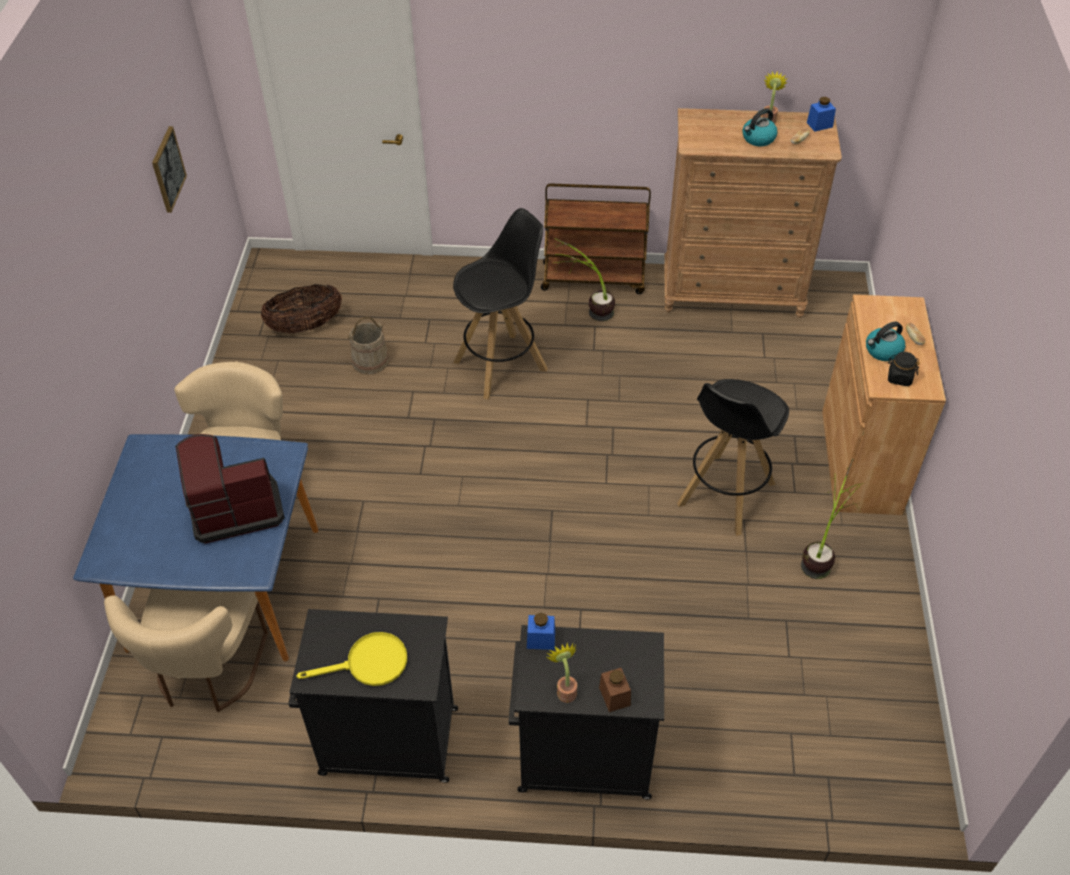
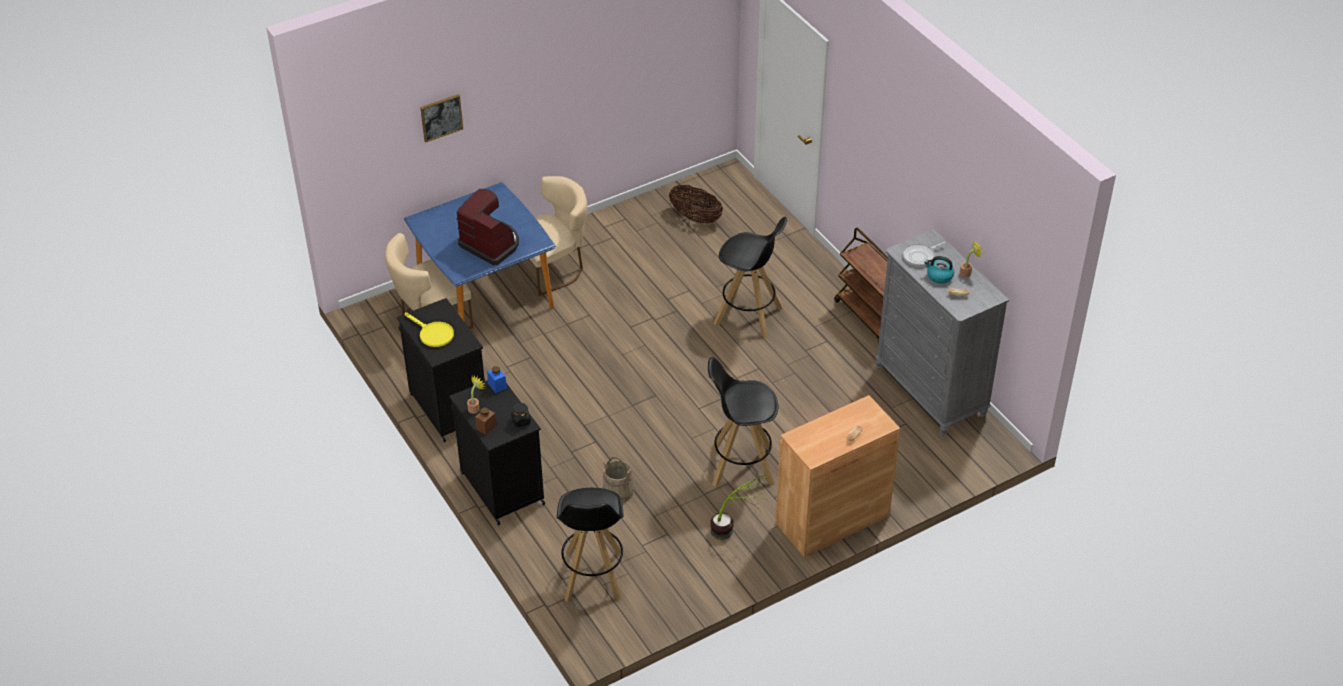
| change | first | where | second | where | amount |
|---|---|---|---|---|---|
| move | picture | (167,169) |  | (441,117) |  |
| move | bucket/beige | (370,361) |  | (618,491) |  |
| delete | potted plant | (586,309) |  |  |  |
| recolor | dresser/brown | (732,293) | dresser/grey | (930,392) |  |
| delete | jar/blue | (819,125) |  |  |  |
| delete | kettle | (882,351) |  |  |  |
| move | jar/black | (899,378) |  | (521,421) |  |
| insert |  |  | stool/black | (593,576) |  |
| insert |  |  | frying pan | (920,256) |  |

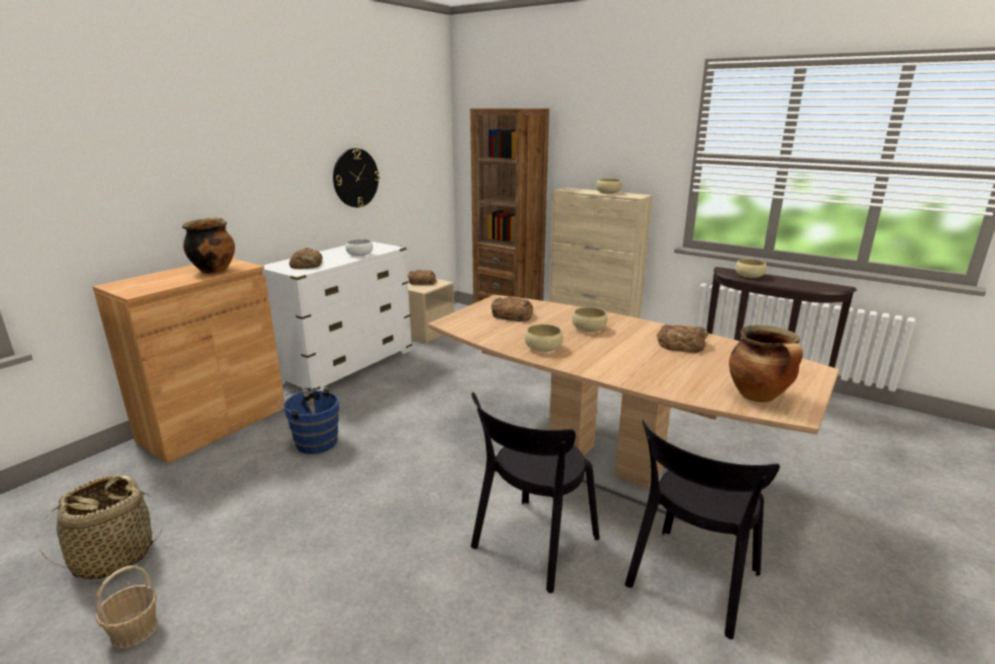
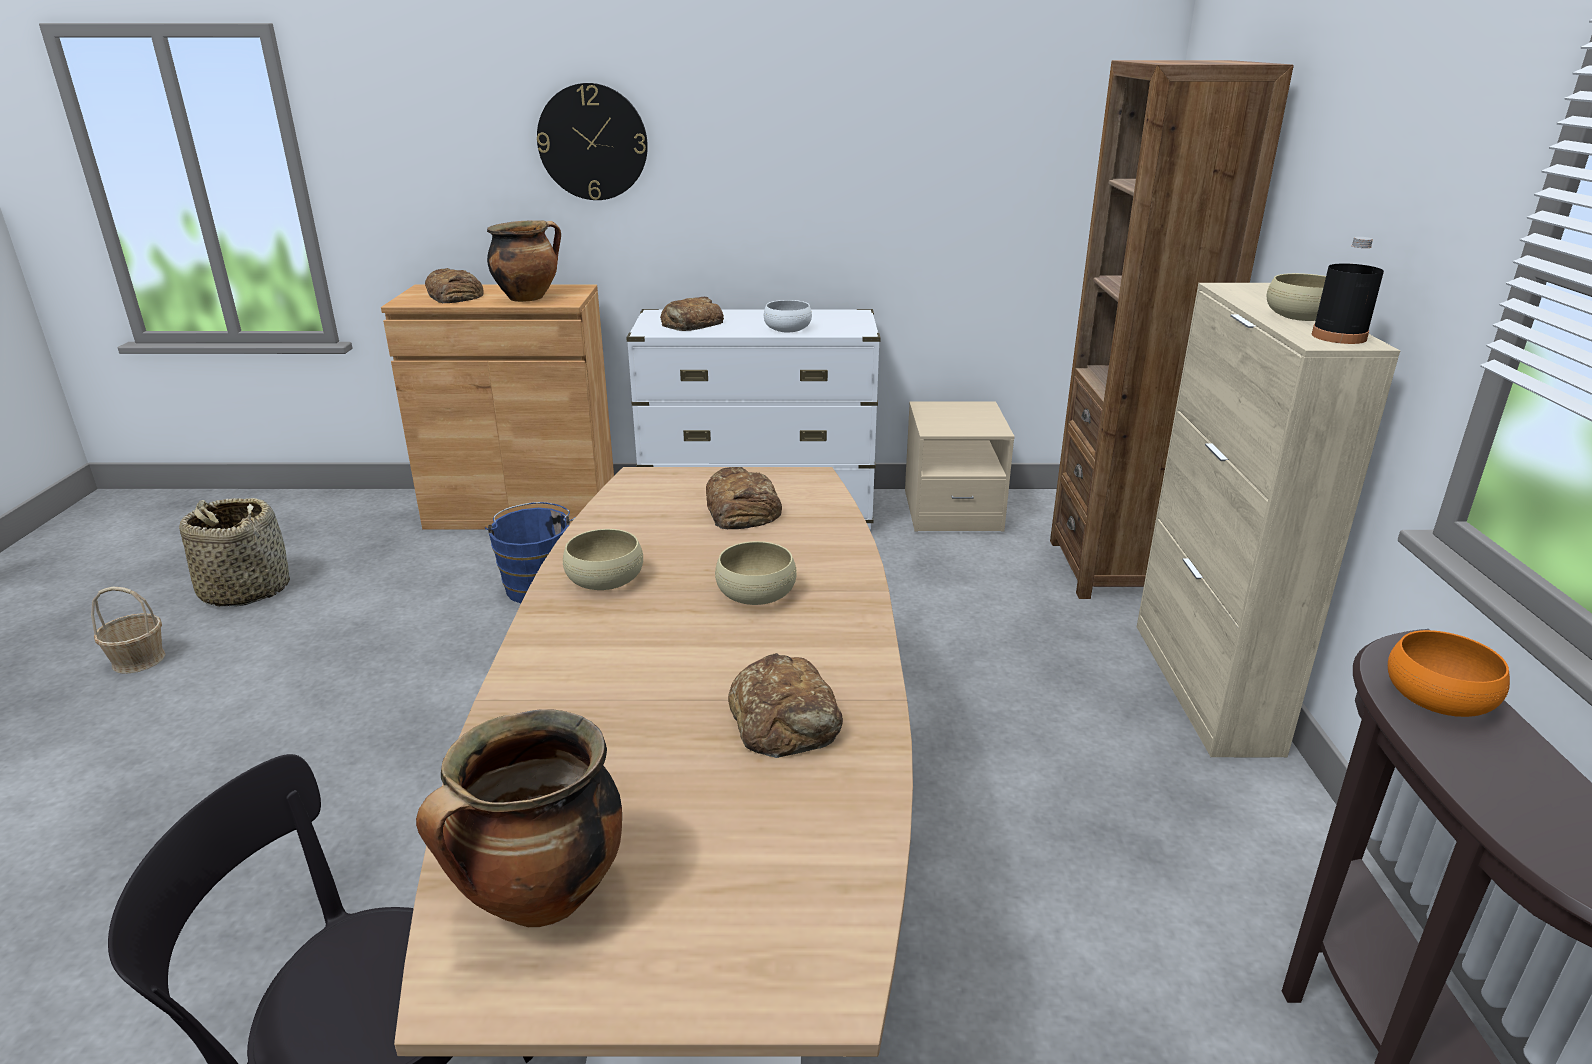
| change | first | where | second | where | amount |
|---|---|---|---|---|---|
| move | wall clock | (355,178) |  | (592,142) |  |
| move | bread | (422,281) |  | (454,295) |  |
| delete | chair/black | (532,546) |  |  |  |
| recolor | bowl/beige | (749,276) | bowl/orange | (1437,698) |  |
| insert |  |  | bottle/black | (1338,336) |  |

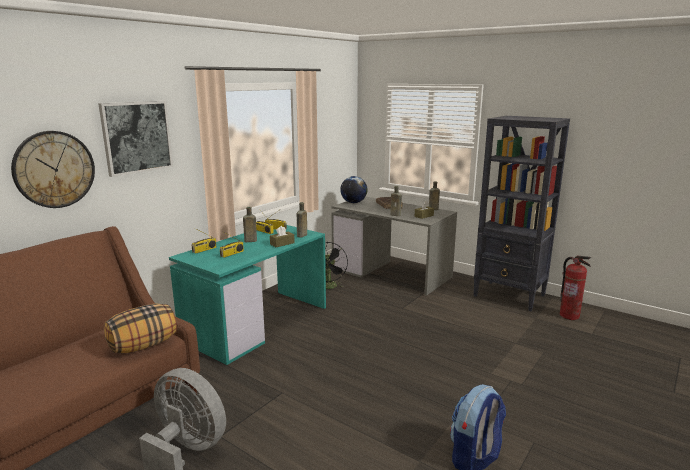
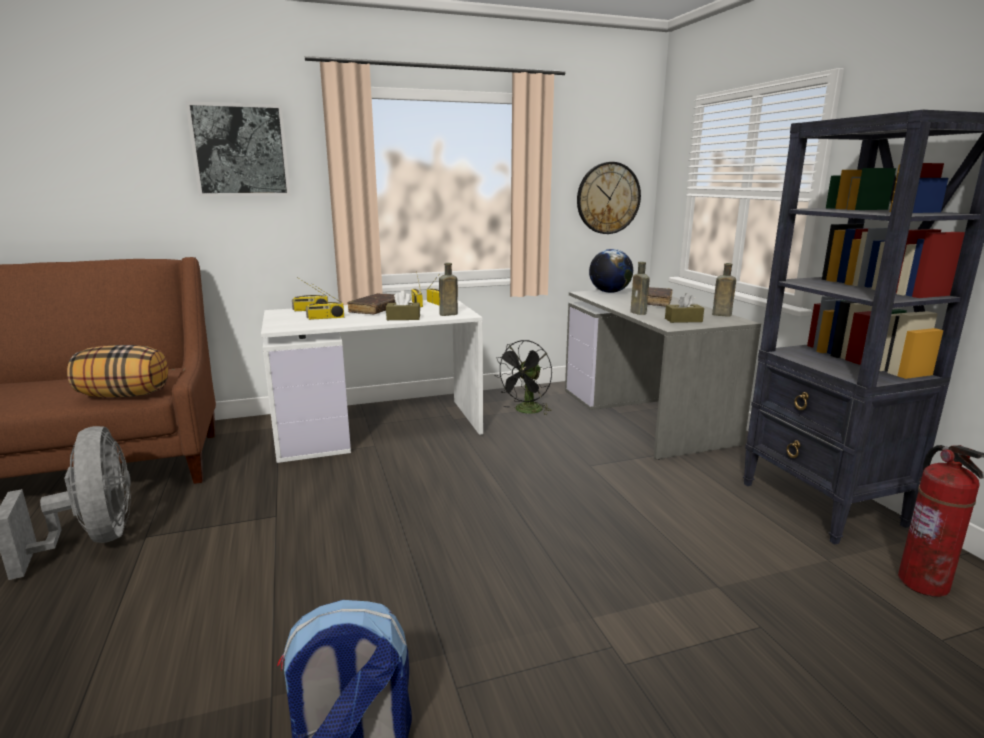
| change | first | where | second | where | amount |
|---|---|---|---|---|---|
| move | wall clock | (54,169) |  | (608,198) |  |
| recolor | desk/turquoise | (257,323) | desk/white | (379,428) |  |
| replace | bottle/brown | (249,241) | book/brown | (376,310) |  |

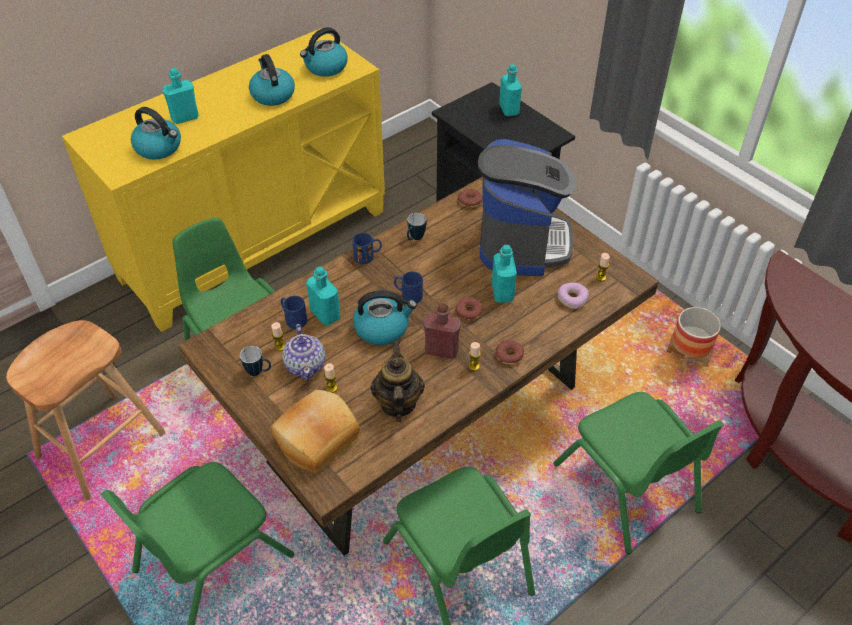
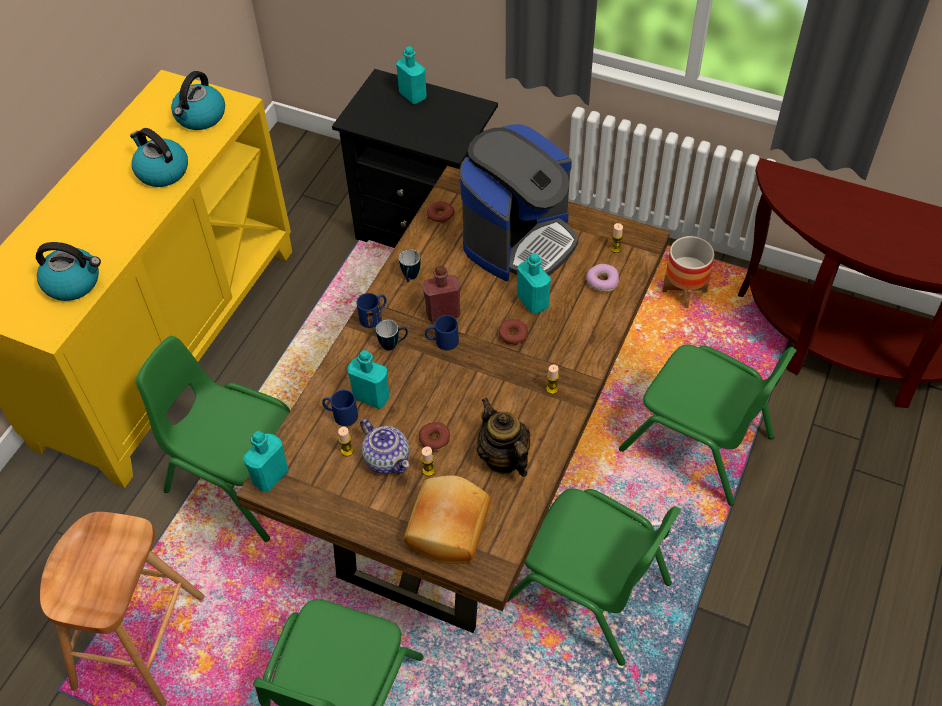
| change | first | where | second | where | amount |
|---|---|---|---|---|---|
| move | bottle/turquoise | (185,117) |  | (270,476) |  |
| move | mug | (258,372) |  | (393,344) |  |
| delete | kettle | (382,328) |  |  |  |
| move | bottle/red | (441,350) |  | (443,313) |  |
| rotate | coffee machine | (522,242) |  | (519,240) | 60 degrees clockwise |
| move | donut | (509,355) |  | (434,439) |  |

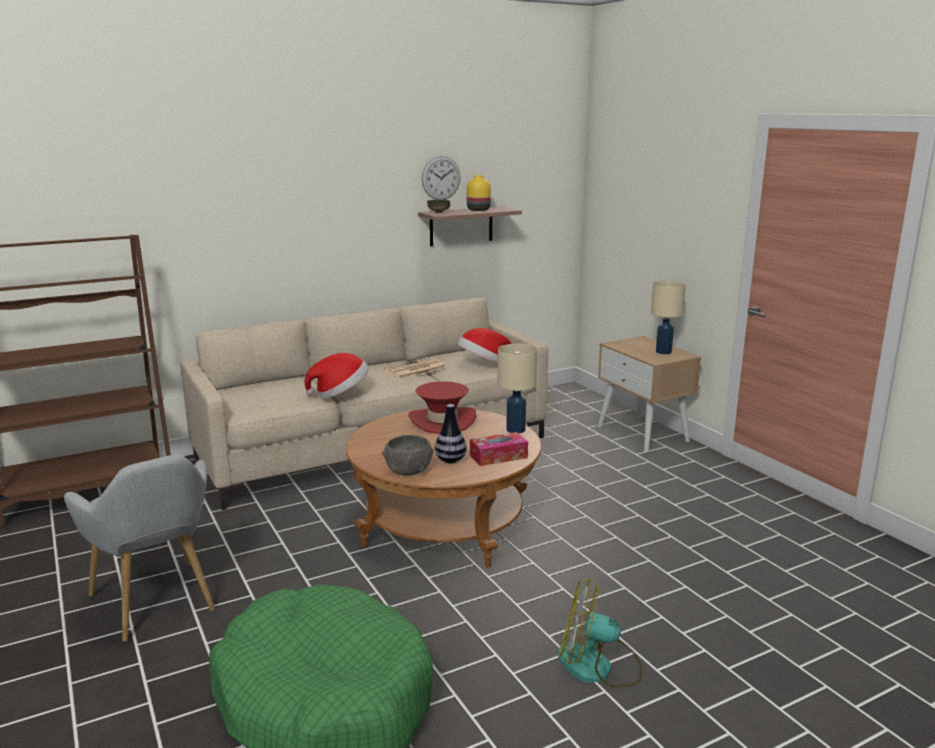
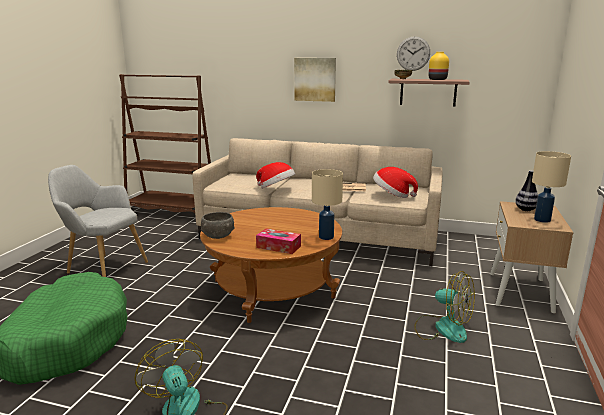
| change | first | where | second | where | amount |
|---|---|---|---|---|---|
| rotate | armchair/grey | (157,606) |  | (103,267) | 105 degrees clockwise |
| delete | hat/red | (442,421) |  |  |  |
| move | vase | (450,460) |  | (526,210) |  |
| insert |  |  | picture | (315,79) |  |
| insert |  |  | fan | (442,328) |  |

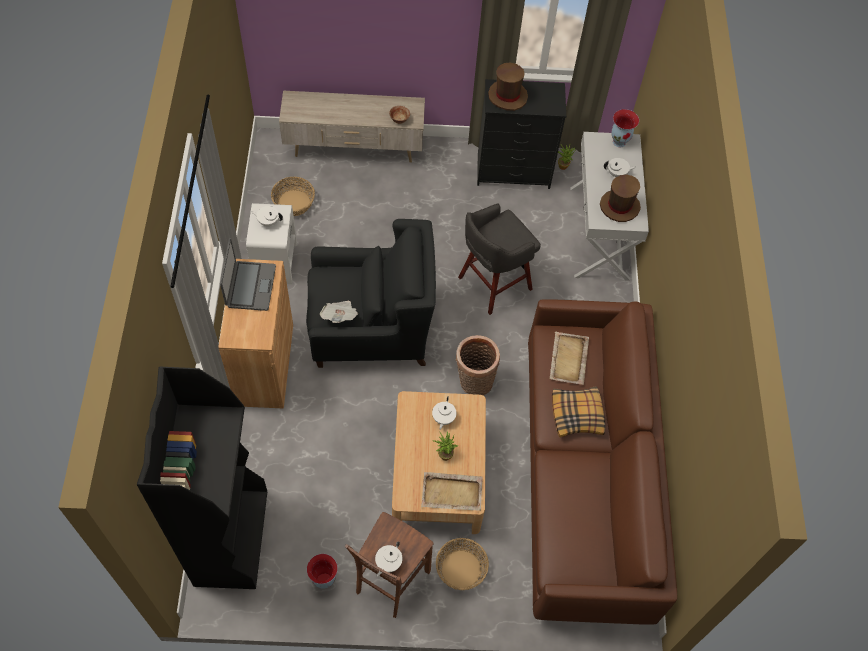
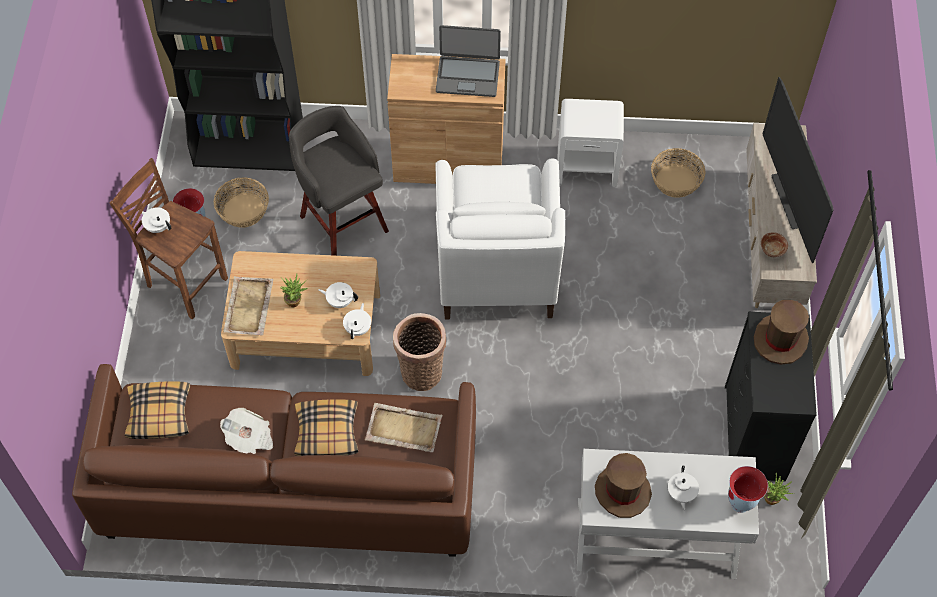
| change | first | where | second | where | amount |
|---|---|---|---|---|---|
| move | teapot/white | (268,221) |  | (358,328) |  |
| recolor | armchair/black | (370,328) | armchair/white | (497,263) |  |
| move | newspaper | (340,316) |  | (250,438) |  |
| move | basket | (461,569) |  | (244,211) |  |
| move | stool/grey | (492,284) |  | (342,221) |  |
| insert |  |  | pillow | (159,415) |  |
| insert |  |  | television | (787,201) |  |

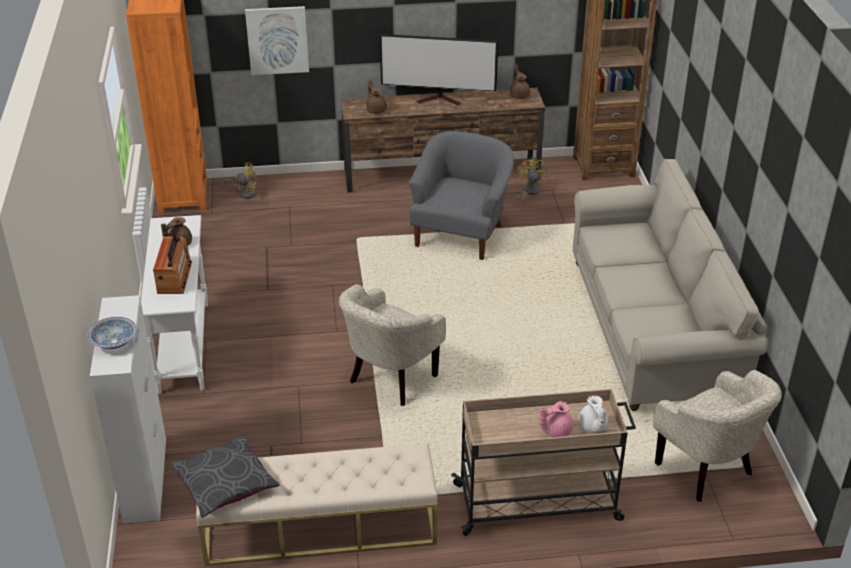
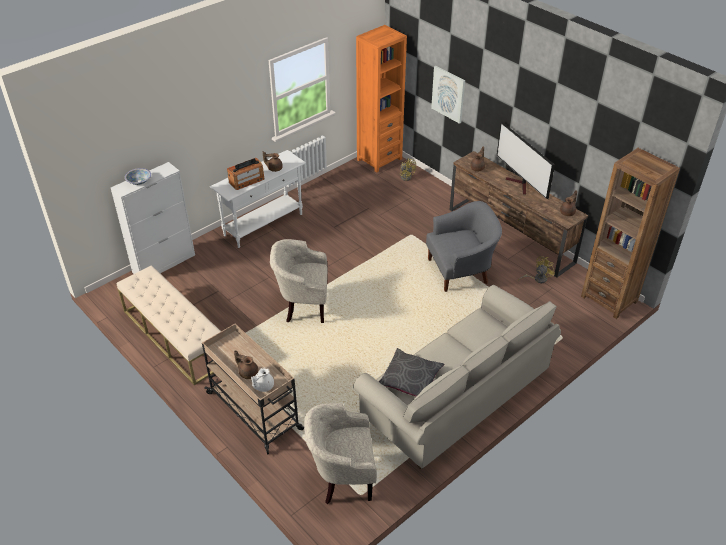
| change | first | where | second | where | amount |
|---|---|---|---|---|---|
| move | pillow/grey | (225,483) |  | (410,379) |  |
| recolor | teapot/pink | (555,431) | teapot/brown | (248,372) |  |
| rotate | armchair/beige | (708,471) |  | (342,479) | 60 degrees clockwise |

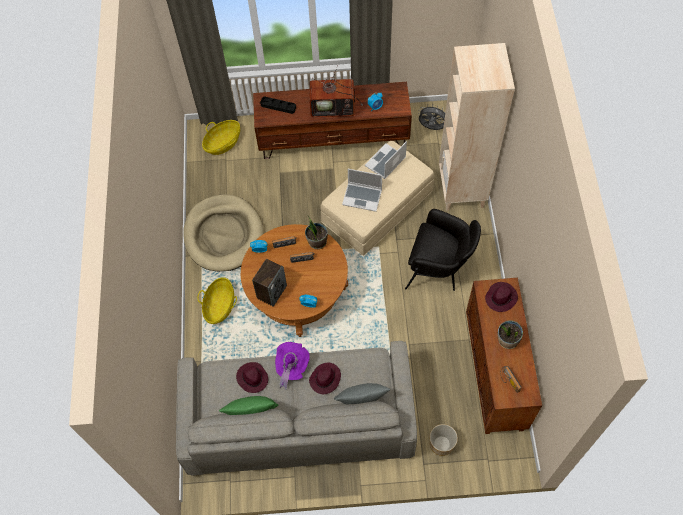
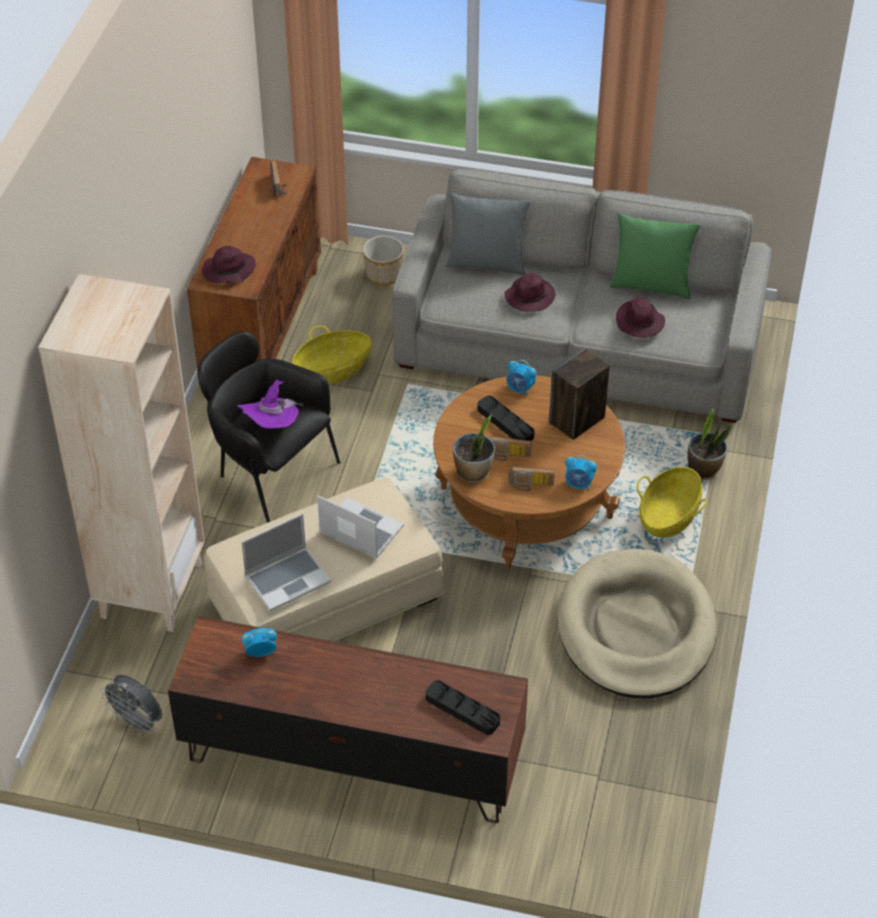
| change | first | where | second | where | amount |
|---|---|---|---|---|---|
| move | basket | (223,143) |  | (333,370) |  |
| move | hat/purple | (291,367) |  | (272,426) |  |
| delete | television | (334,107) |  |  |  |
| move | potted plant | (507,340) |  | (704,469) |  |
| insert |  |  | tray/black | (505,423) |  |

